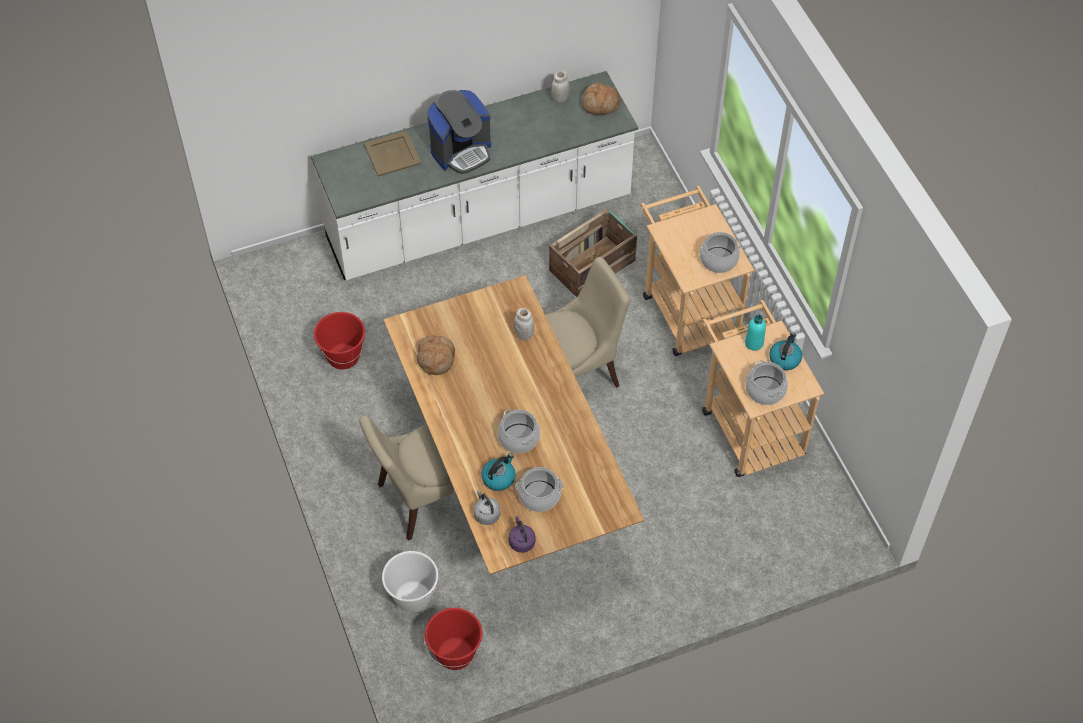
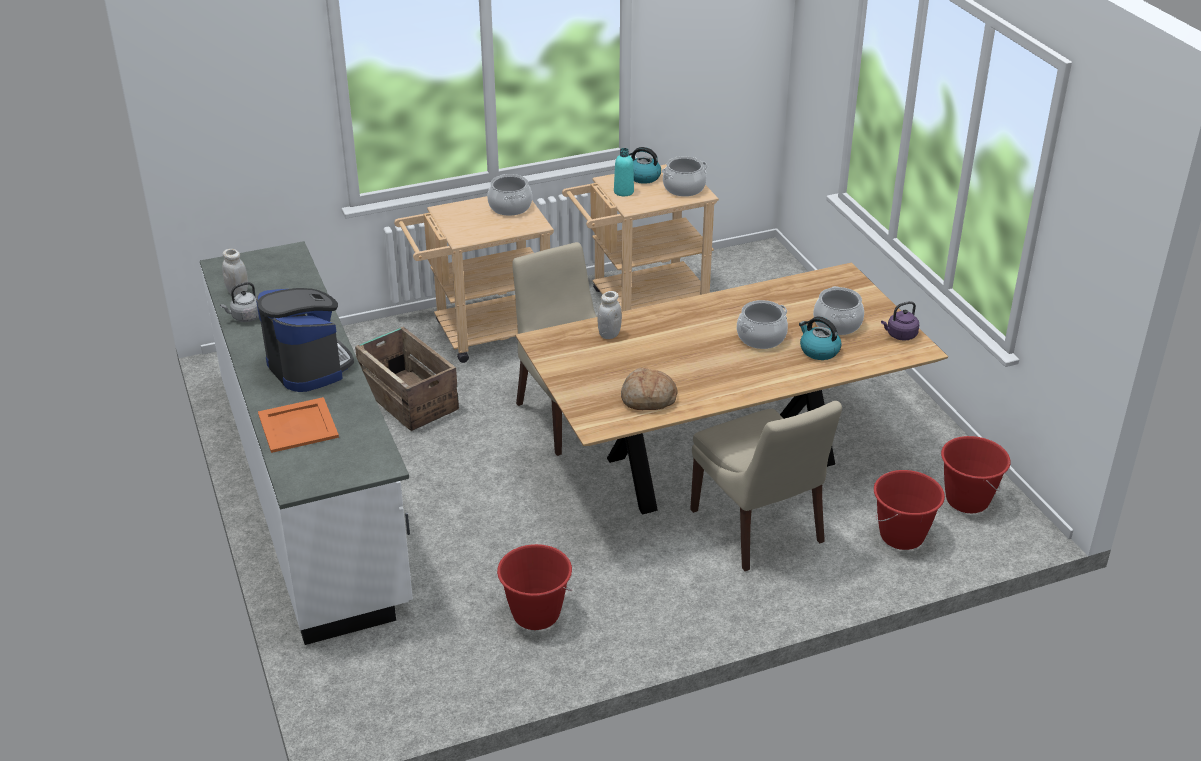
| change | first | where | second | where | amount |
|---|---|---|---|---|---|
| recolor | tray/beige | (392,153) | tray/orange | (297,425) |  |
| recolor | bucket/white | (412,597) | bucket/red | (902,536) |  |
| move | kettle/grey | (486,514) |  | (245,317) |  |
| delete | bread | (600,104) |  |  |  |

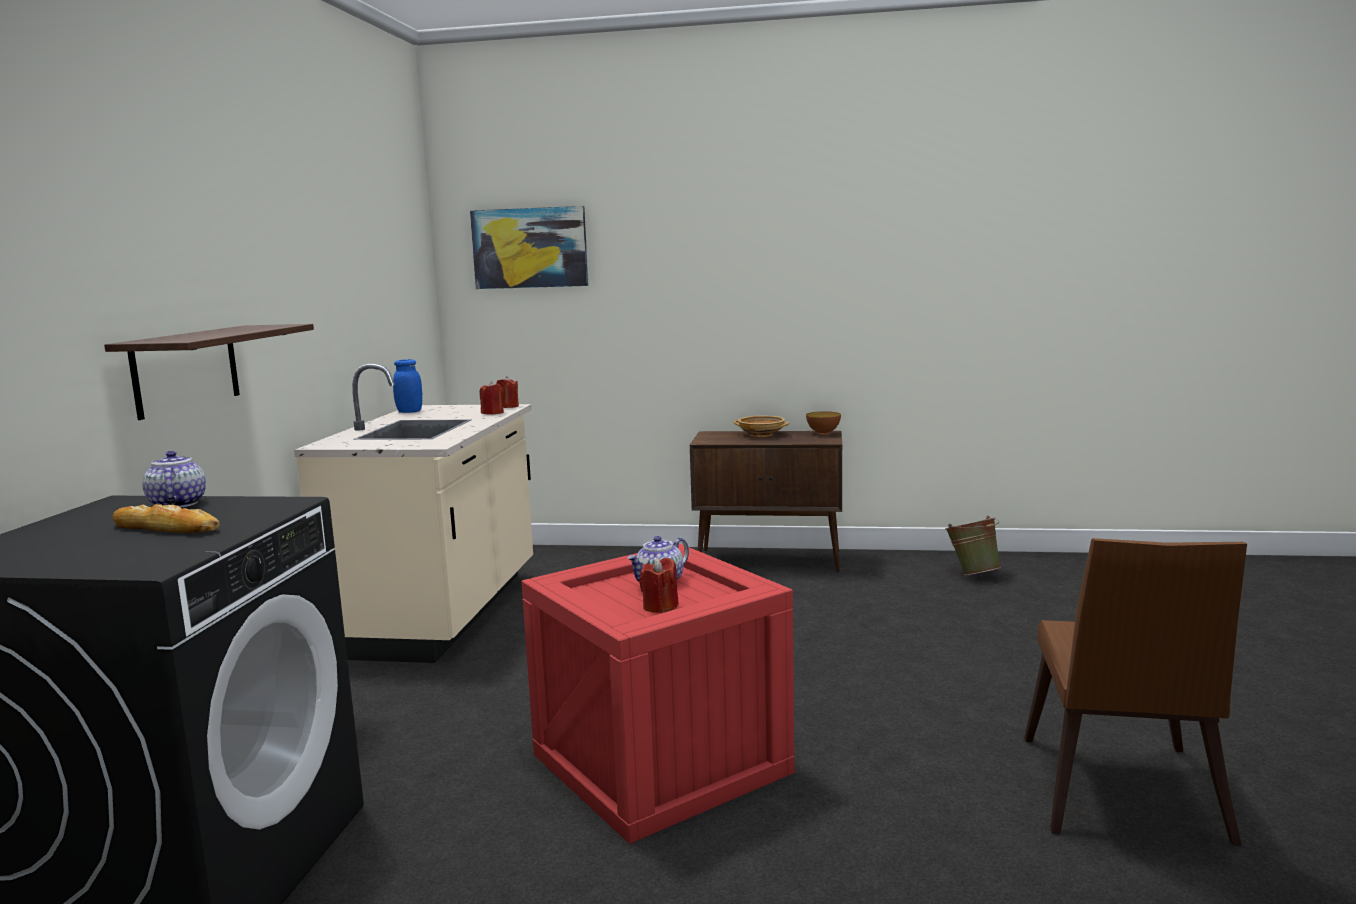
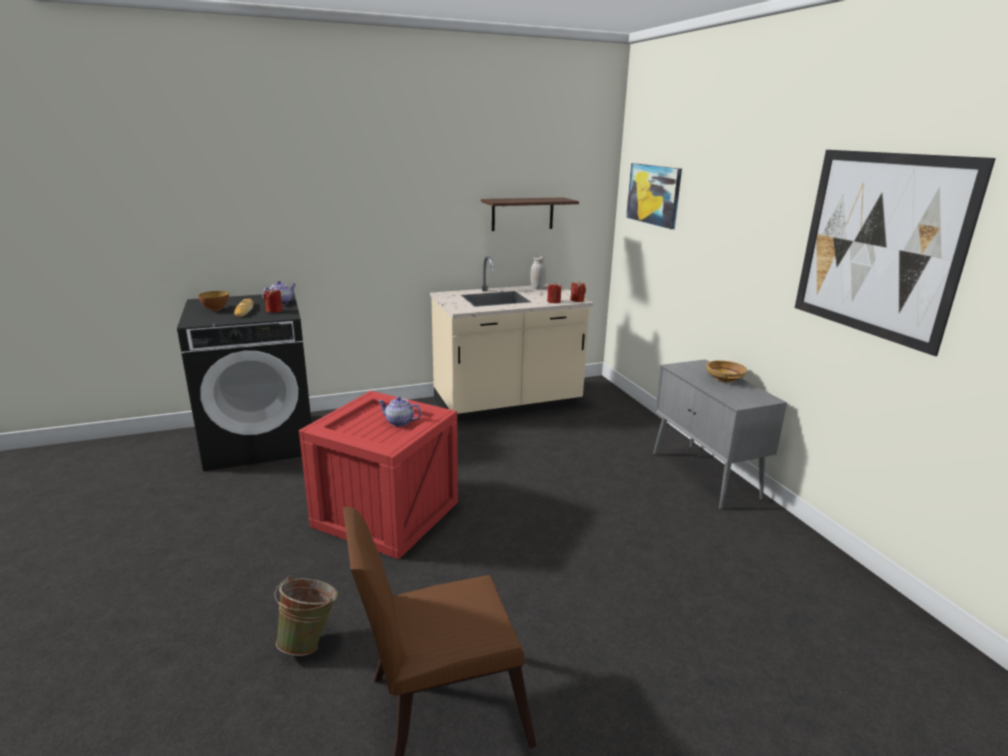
| change | first | where | second | where | amount |
|---|---|---|---|---|---|
| move | shelf | (186,370) |  | (522,214) |  |
| recolor | jar/blue | (409,412) | jar/white | (537,287) |  |
| move | candle/red | (660,607) |  | (274,310) |  |
| recolor | cabinet/brown | (770,560) | cabinet/grey | (705,476) |  |
| move | bowl | (823,433) |  | (216,309) |  |
| move | bucket/green | (972,574) |  | (310,641) |  |
| insert |  |  | picture | (878,245) |  |

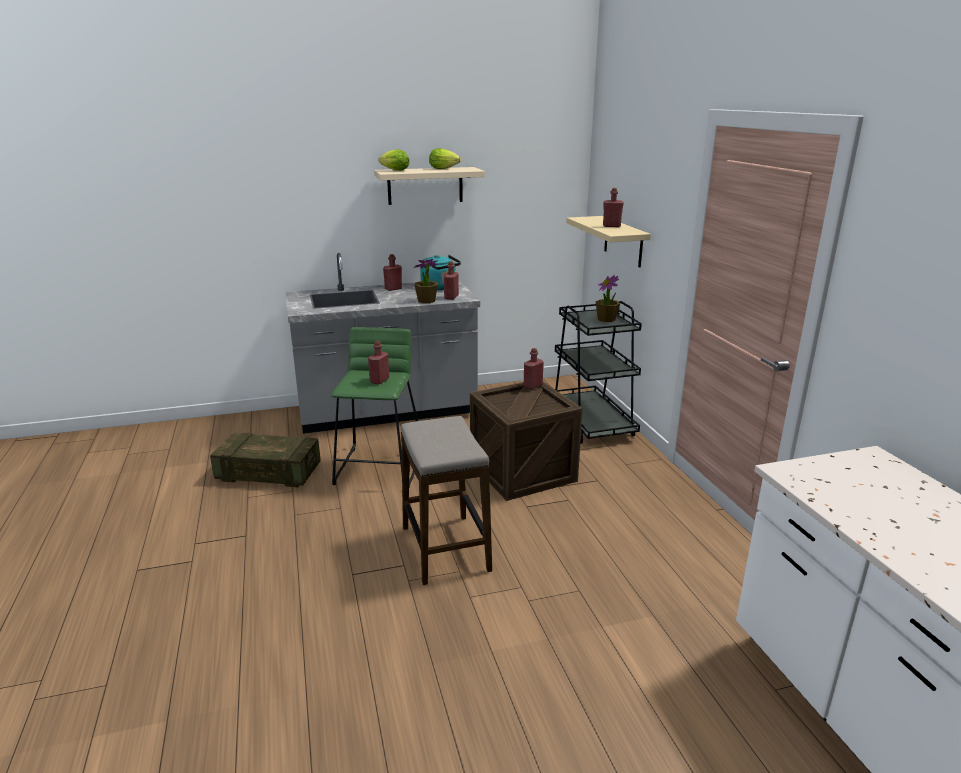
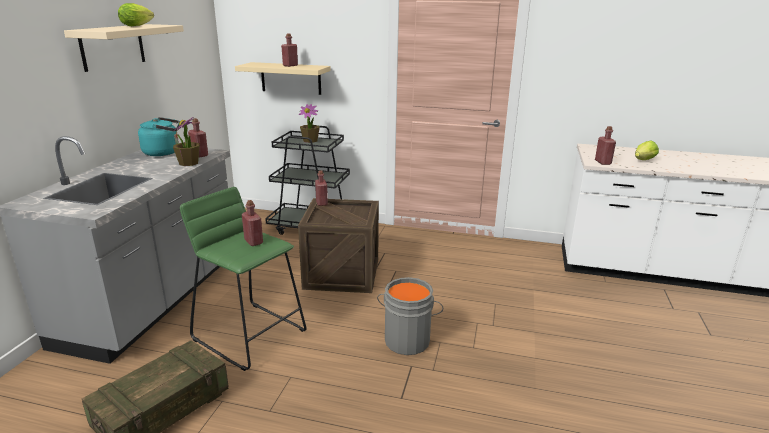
| change | first | where | second | where | amount |
|---|---|---|---|---|---|
| move | lettuce | (393,170) |  | (643,161) |  |
| move | bottle/red | (393,289) |  | (602,162) |  |
| replace | stool | (445,549) | bucket/grey | (407,339) |  |

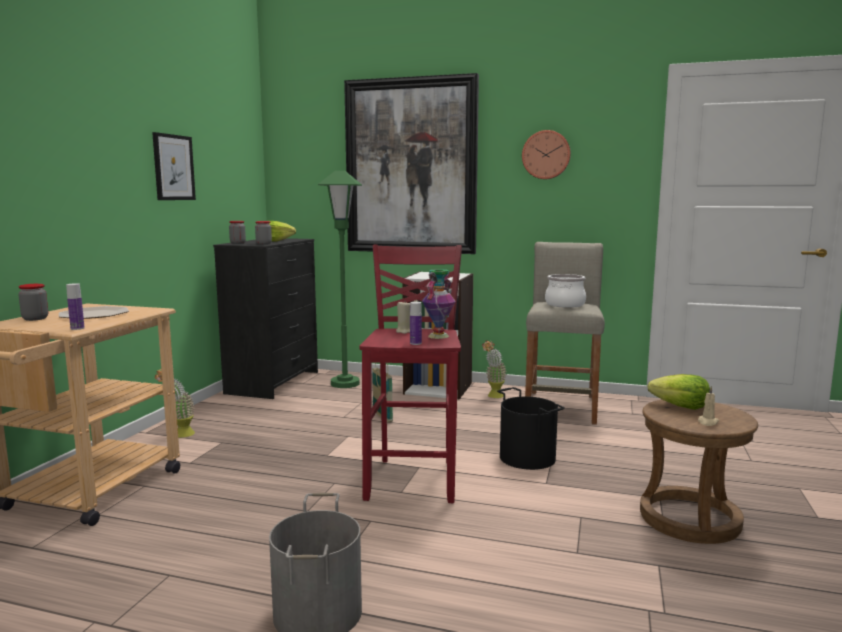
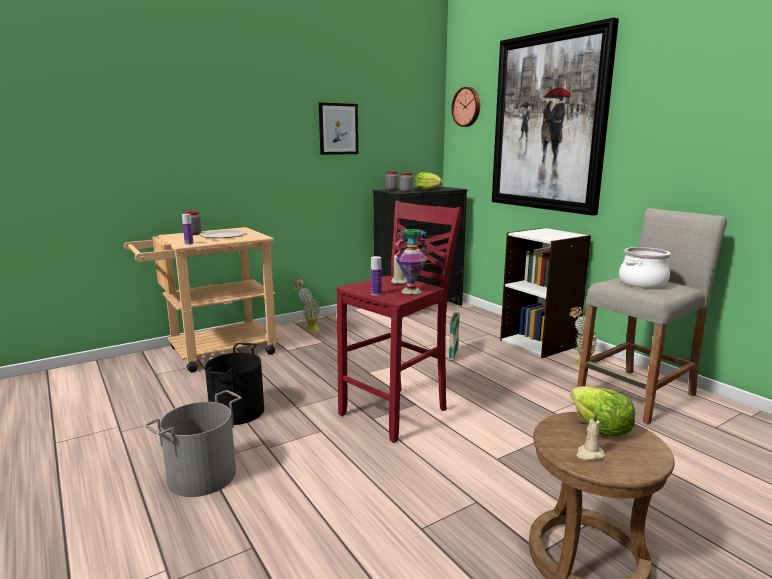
| change | first | where | second | where | amount |
|---|---|---|---|---|---|
| delete | floor lamp/green | (345,384) |  |  |  |
| move | bucket/black | (526,458) |  | (236,411) |  |
| move | wall clock | (546,155) |  | (467,107) |  |

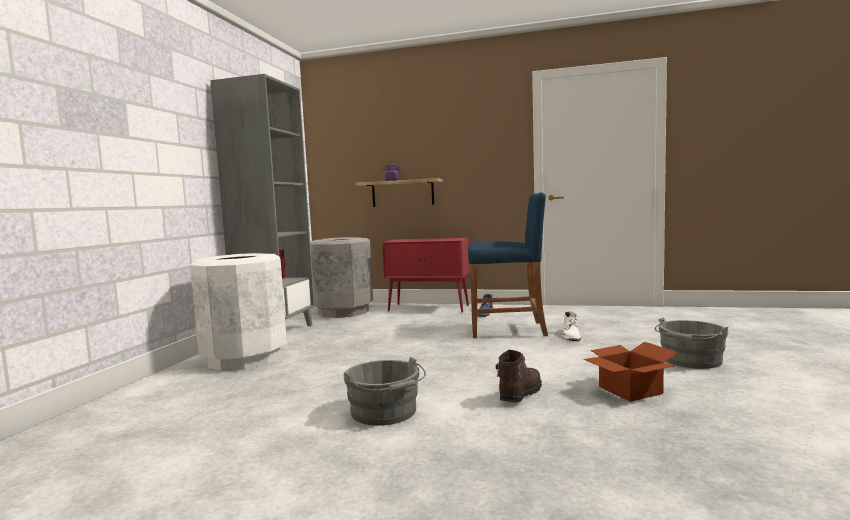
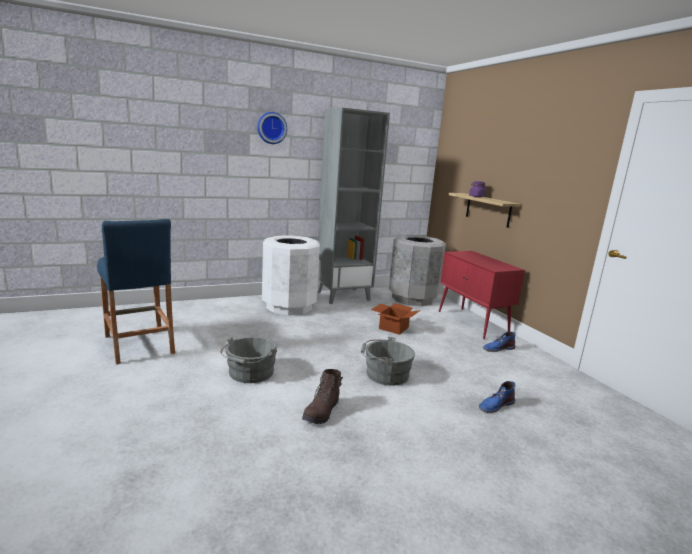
| change | first | where | second | where | amount |
|---|---|---|---|---|---|
| move | stool/blue | (507,330) |  | (139,344) |  |
| rotate | boot/brown | (519,394) |  | (322,412) | 120 degrees clockwise |
| recolor | boot/white | (571,335) | boot/blue | (496,405) |  |
| move | cardboard box | (628,390) |  | (393,327) |  |
| move | bucket/grey | (690,361) |  | (384,374) |  |
| insert |  |  | wall clock | (271,128) |  |

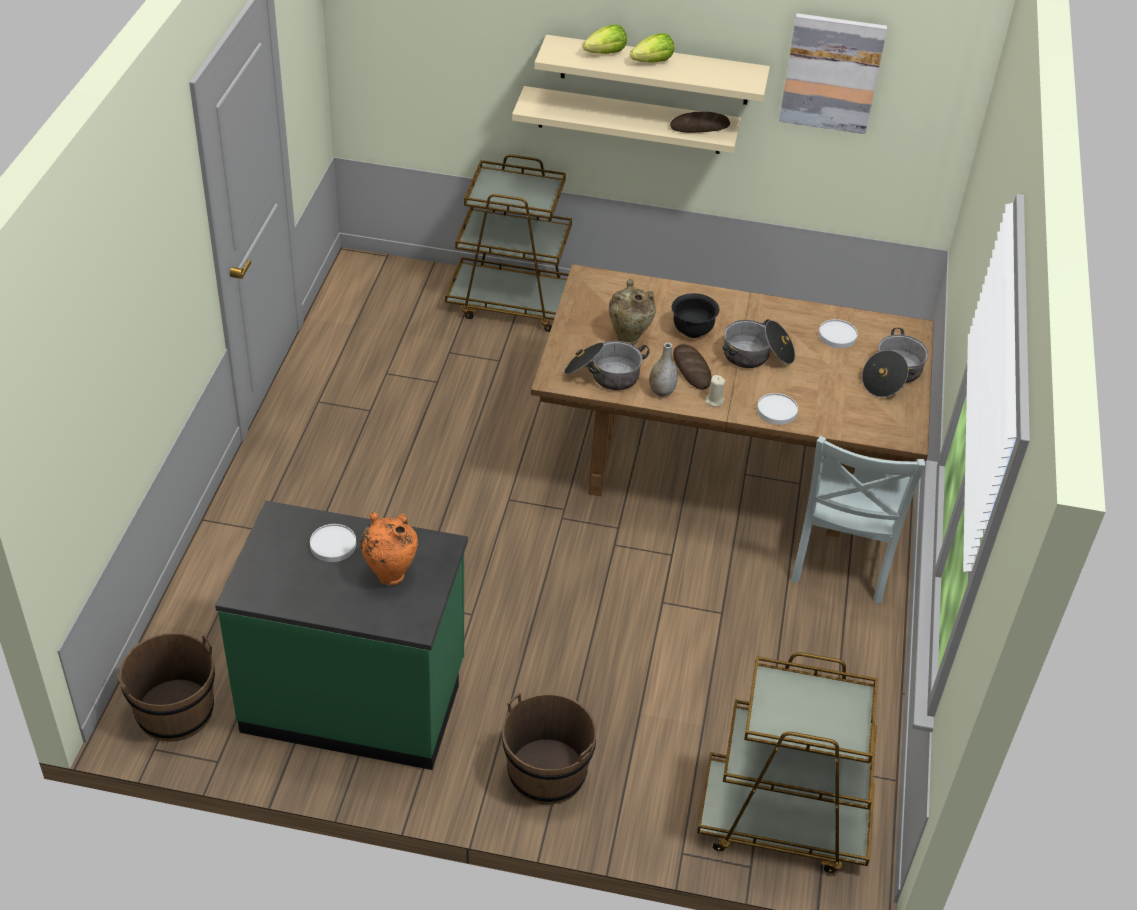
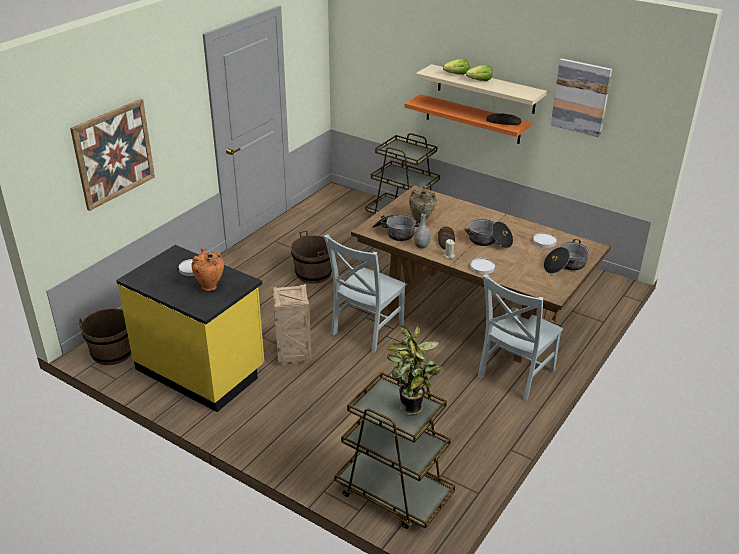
| change | first | where | second | where | amount |
|---|---|---|---|---|---|
| recolor | counter/green | (354,698) | counter/yellow | (201,369) |  |
| move | bucket/brown | (546,773) |  | (313,274) |  |
| recolor | shelf/beige | (630,120) | shelf/orange | (472,119) |  |
| delete | bowl/black | (692,330) |  |  |  |
| insert |  |  | picture | (114,153) |  |
| insert |  |  | crate | (293,355) |  |
| insert |  |  | chair/grey | (365,330) |  |
| insert |  |  | potted plant | (412,410) |  |

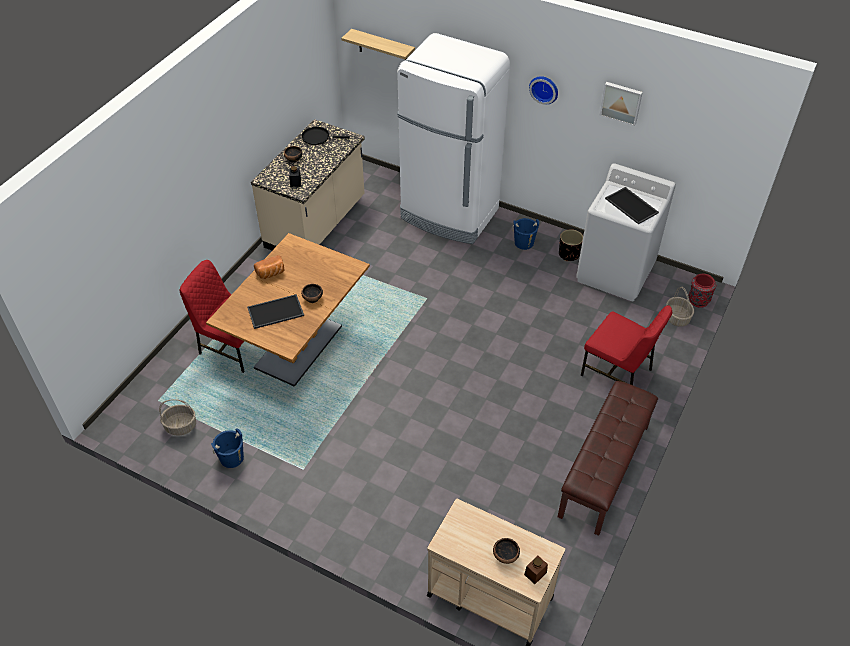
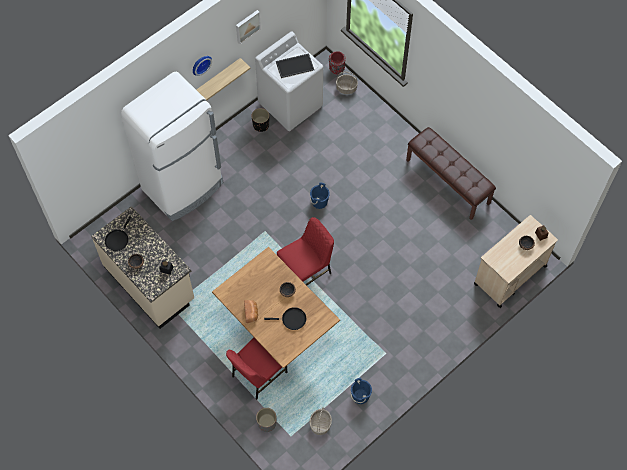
| change | first | where | second | where | amount |
|---|---|---|---|---|---|
| replace | tray | (275,312) | frying pan/black | (292,319) |  |
| move | shelf | (383,48) |  | (218,79) |  |
| move | bucket/blue | (524,243) |  | (319,202) |  |
| move | chair/red | (617,372) |  | (306,270) |  |
| insert |  |  | planter/grey | (267,423) |  |

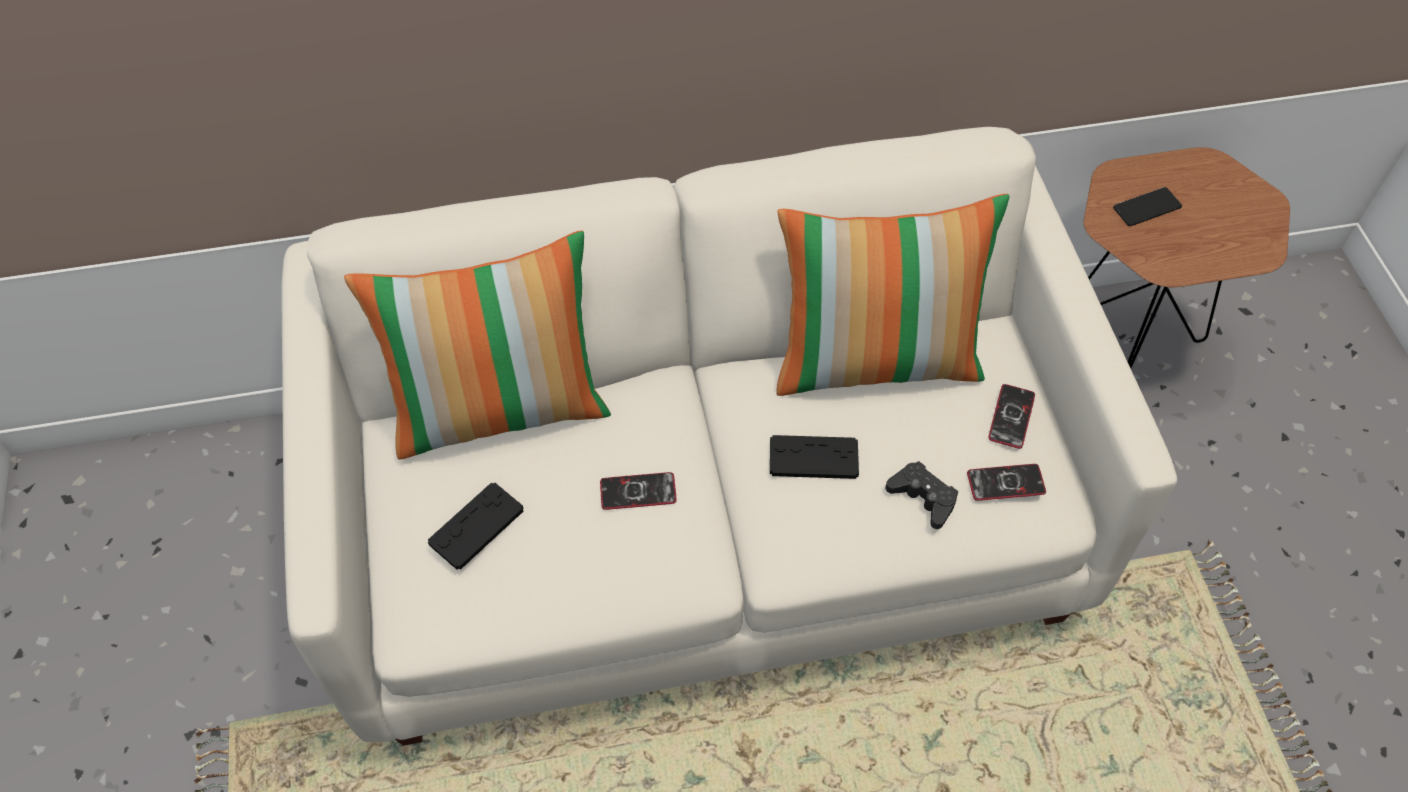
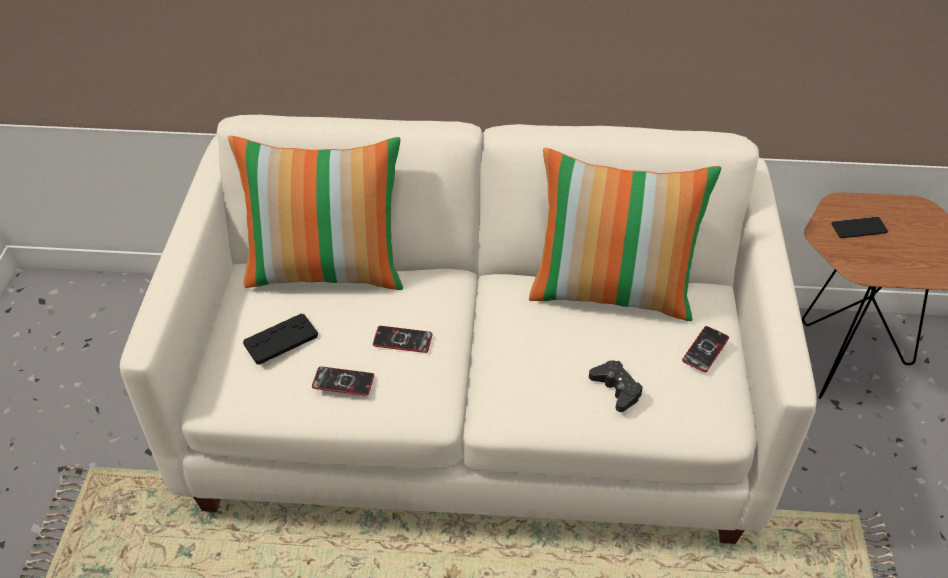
| change | first | where | second | where | amount |
|---|---|---|---|---|---|
| delete | game controller/black | (813,458) |  |  |  |
| move | phone | (1005,483) |  | (343,382) |  |

